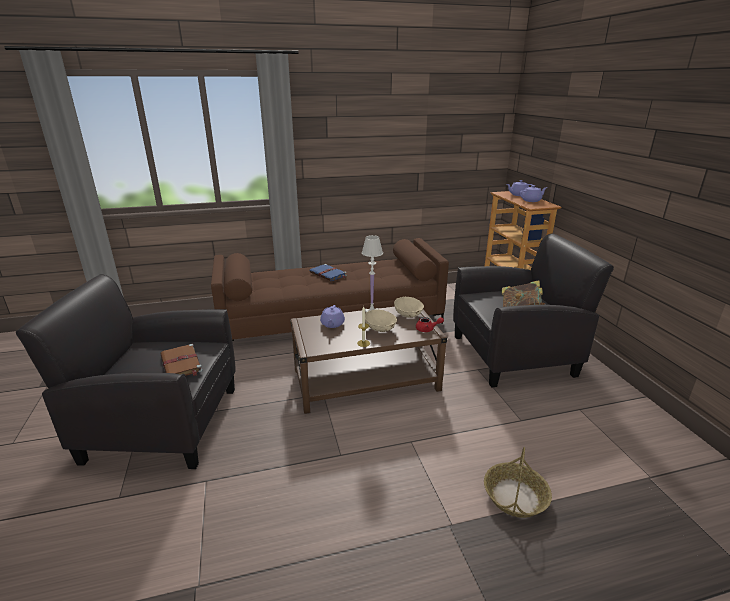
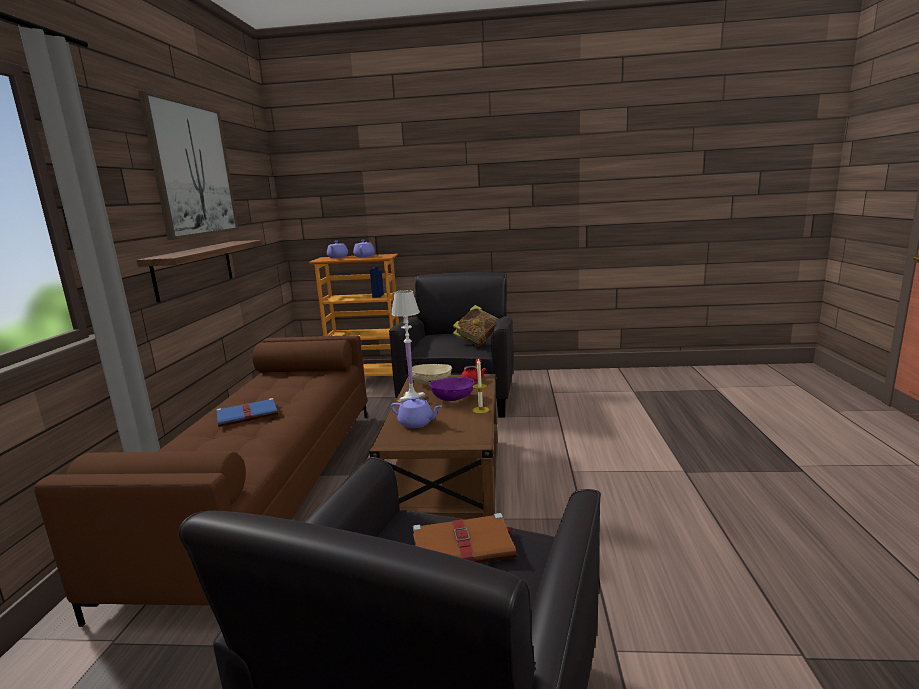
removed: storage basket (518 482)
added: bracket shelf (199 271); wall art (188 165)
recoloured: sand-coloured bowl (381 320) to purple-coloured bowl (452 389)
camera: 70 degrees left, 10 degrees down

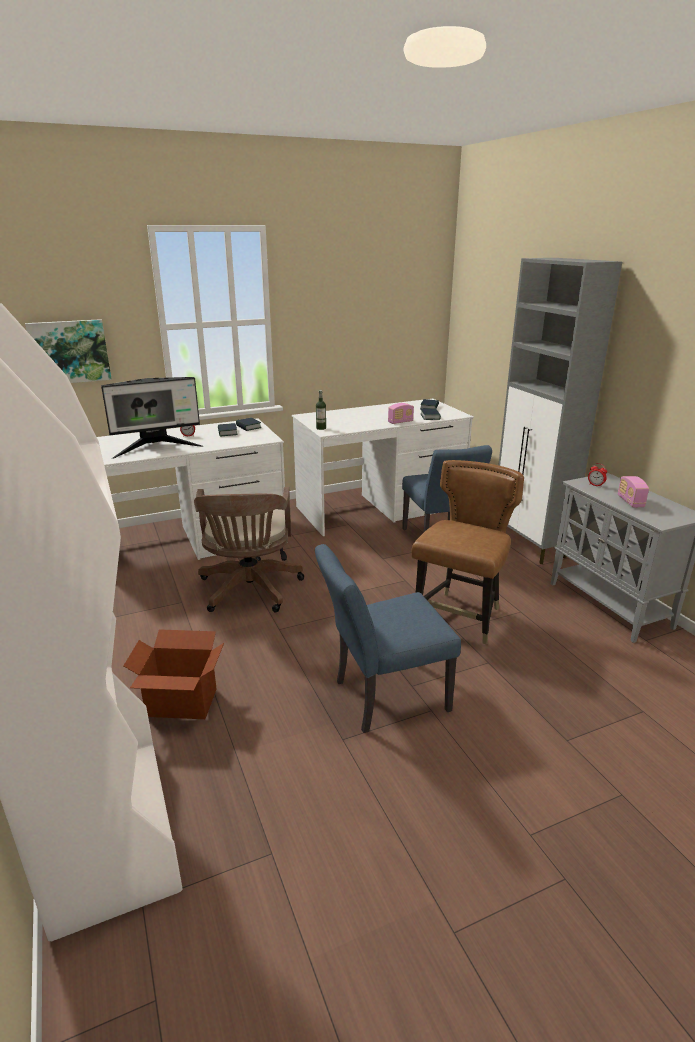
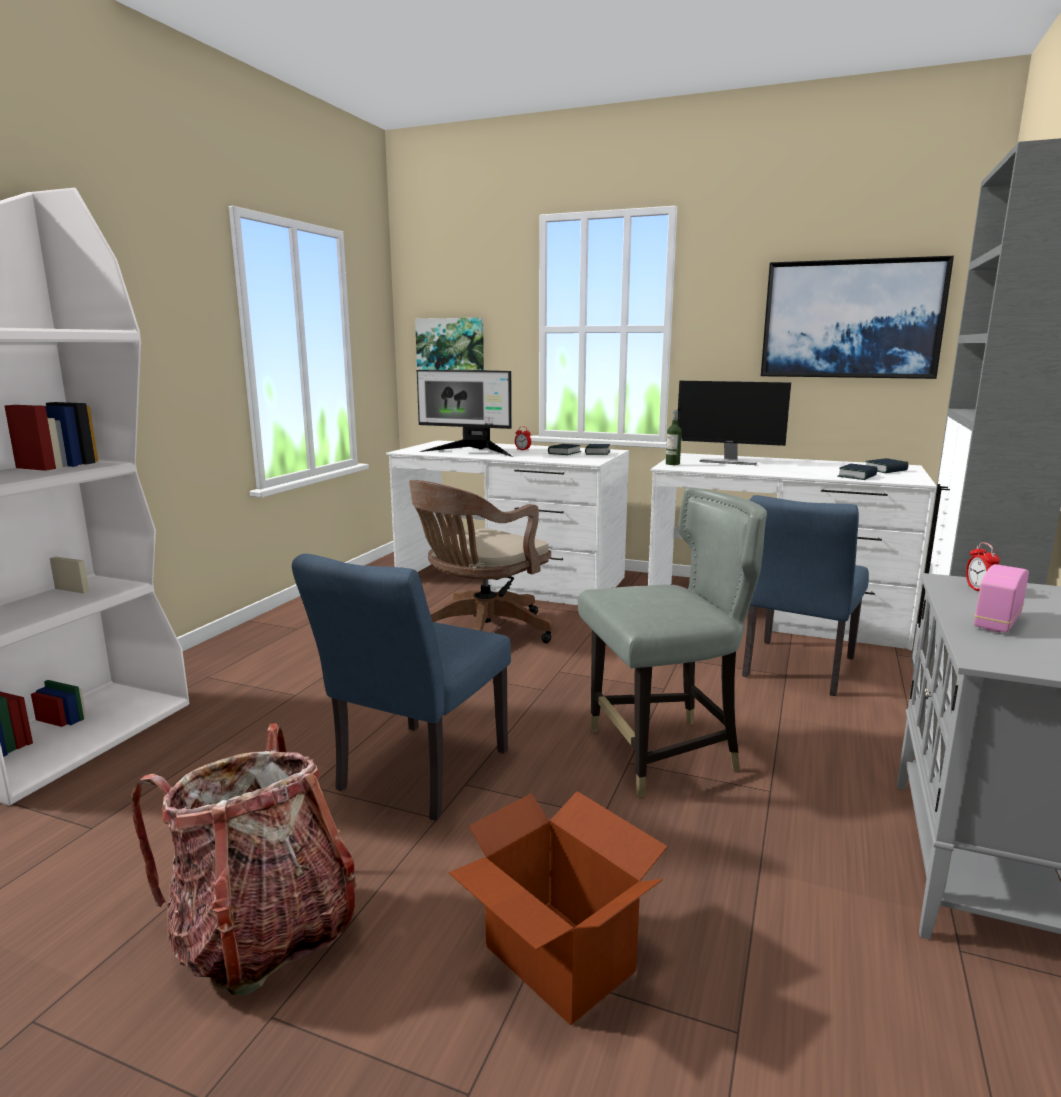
removed: radio receiver (401 413)
added: rucksack (244 859); computer display (734 423); wall art (857 317)
moved: cardboard box (174 674) to (558 908)
recoloured: brown-coloured upright chair (468 552) to grey upright chair (672 642)
turned: blue-coloured upright chair (388 638) = (401 687) 90 degrees counterclockwise
camera: 45 degrees right, 10 degrees down

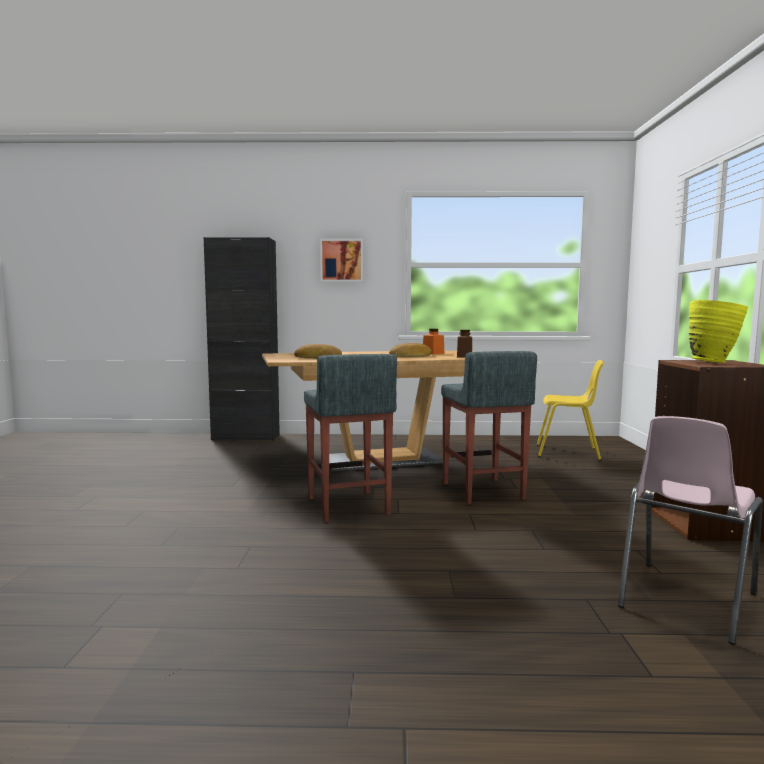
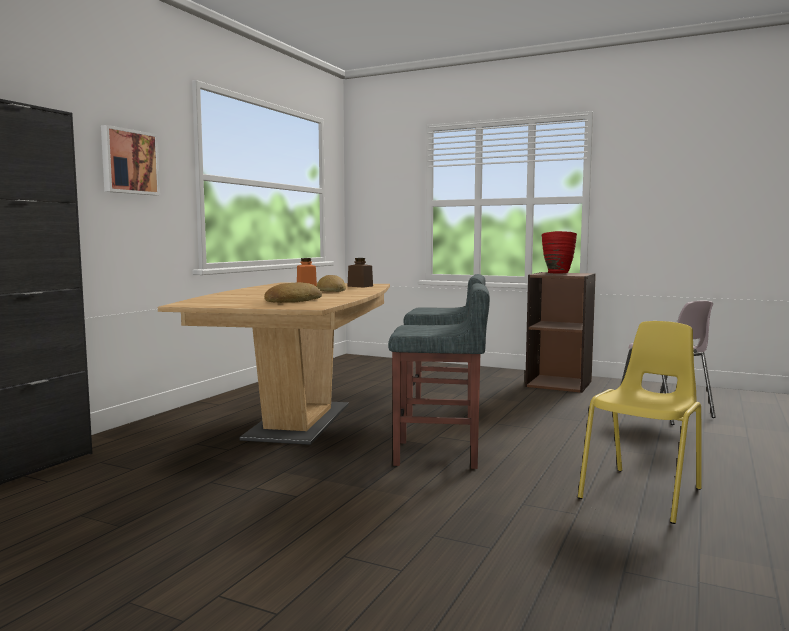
moved: yellow upright chair (570 410) to (640 422)
recoloured: yellow vase (718 331) to red-coloured vase (559 252)
camera: 65 degrees left, 0 degrees up

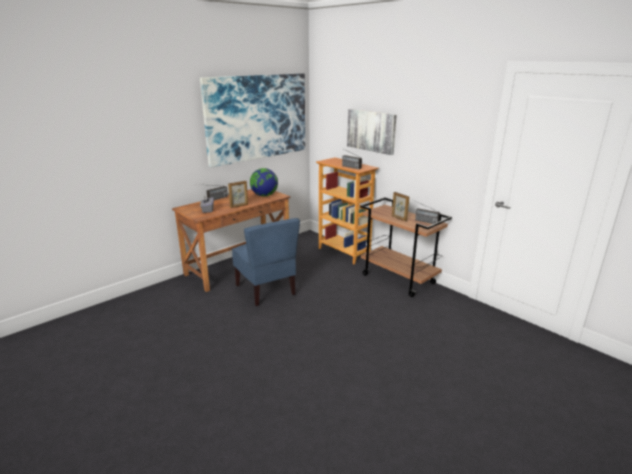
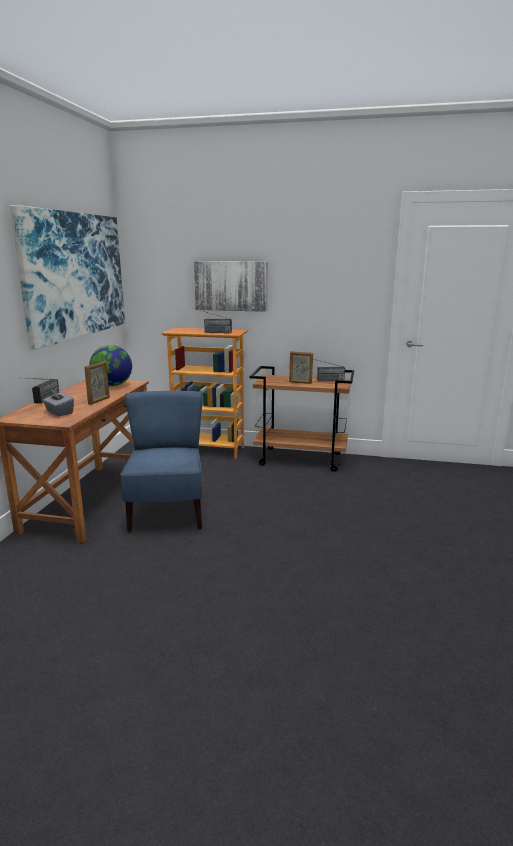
turned: blue-coloured upright chair (266 262) = (161 461) 120 degrees counterclockwise
camera: 35 degrees left, 5 degrees down

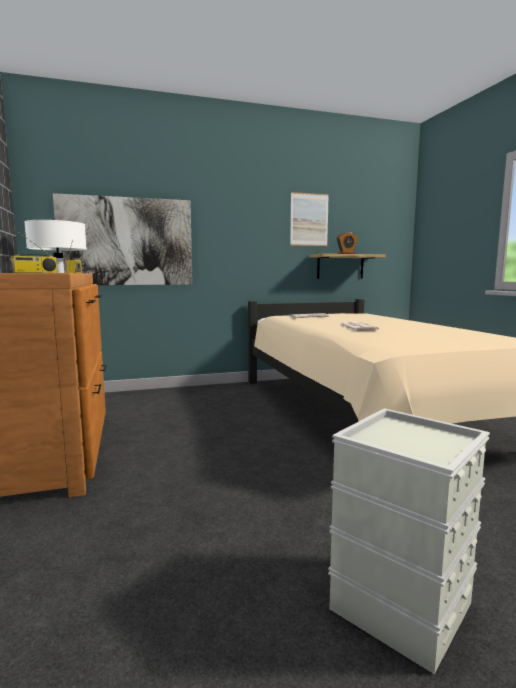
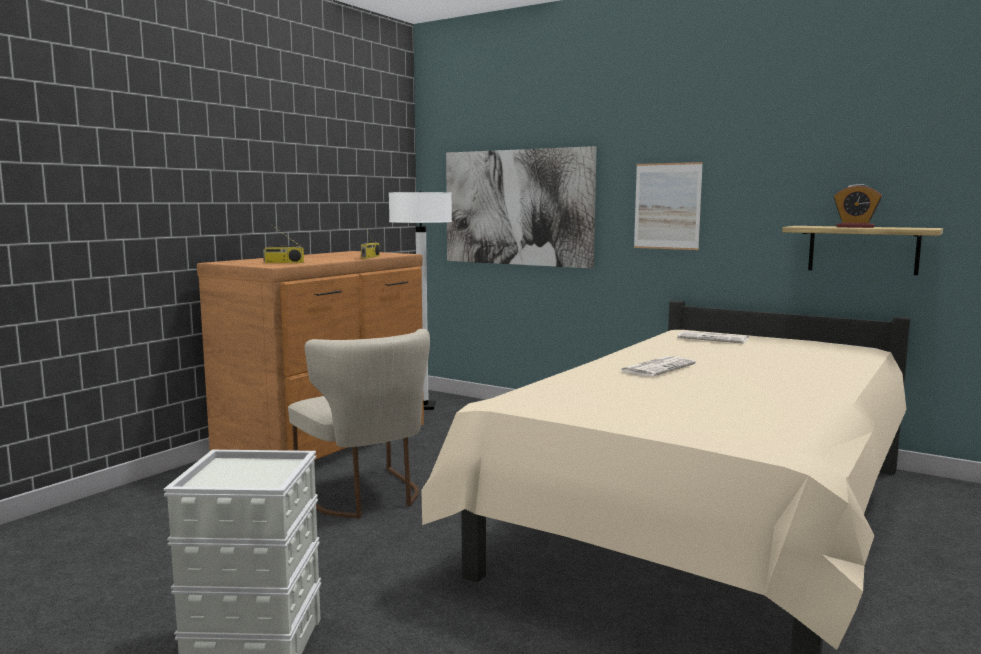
added: sand-coloured upright chair (359 423)
moved: wall art (309 219) to (668 206)
camera: 50 degrees right, 0 degrees up

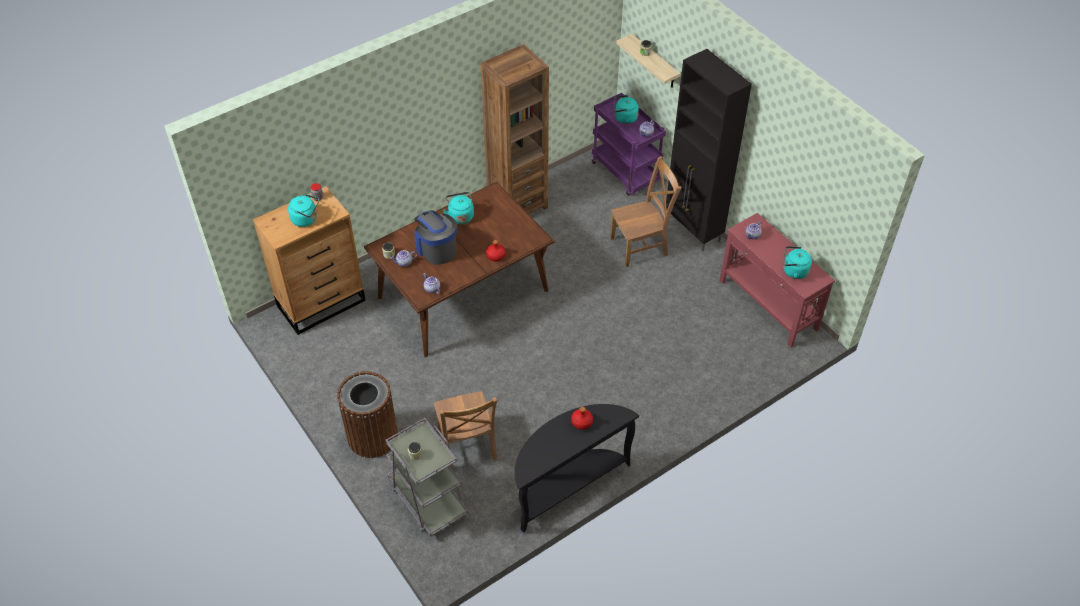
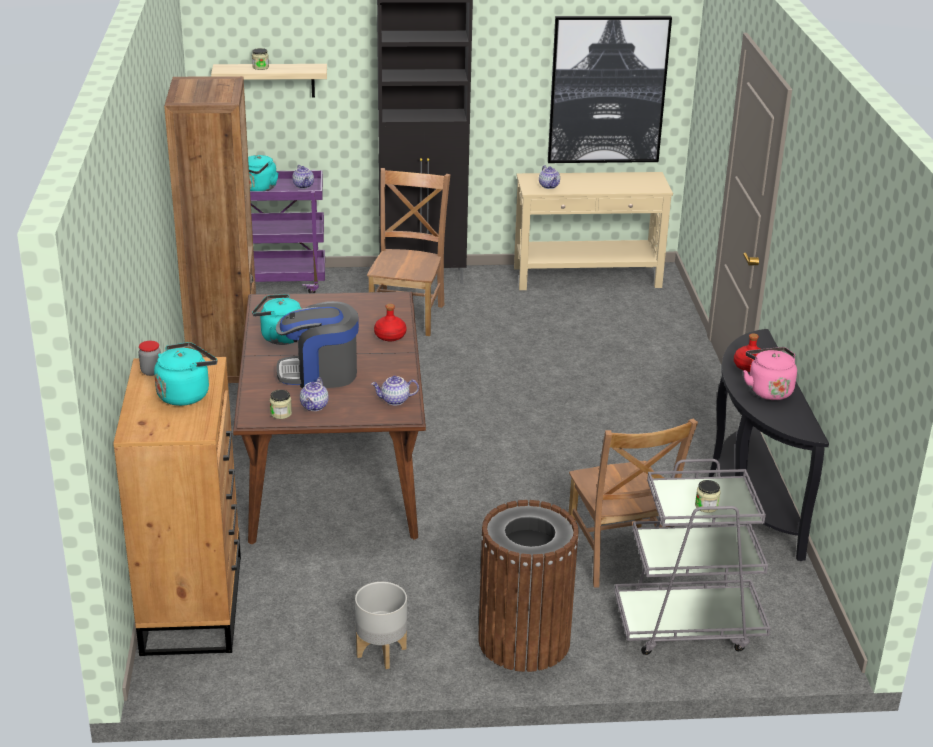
removed: turquoise-coloured water kettle (797 262)
added: grey plant pot (381 625); wall art (610 89); pink-coloured water kettle (770 373)
recoloured: red-coloured console table (777 280) to sand-coloured console table (593 231)
turned: brown-coloured upright chair (465 429) = (633 503) 60 degrees clockwise
camera: 60 degrees left, 20 degrees down

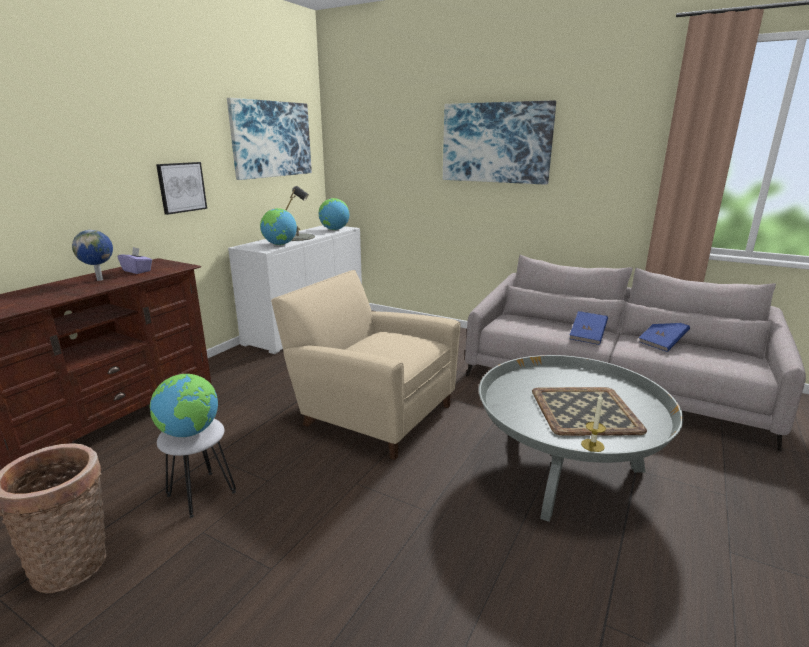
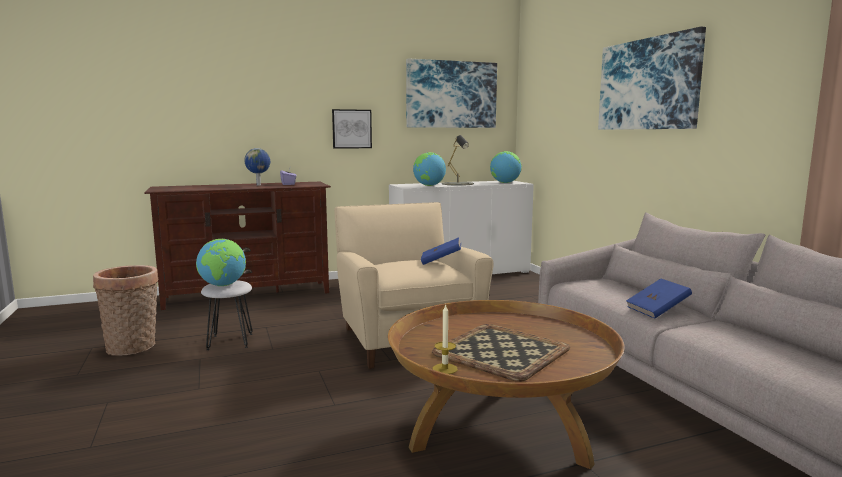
moved: blue-coloured bound book (664 337) to (441 251)
recoloured: grey coffee table (581 438) to brown-coloured coffee table (506 384)
camera: 40 degrees right, 10 degrees down

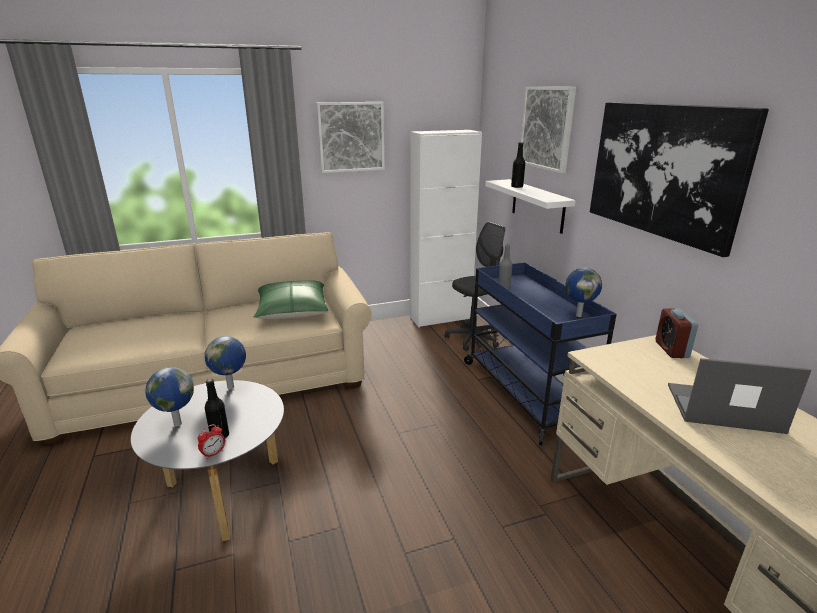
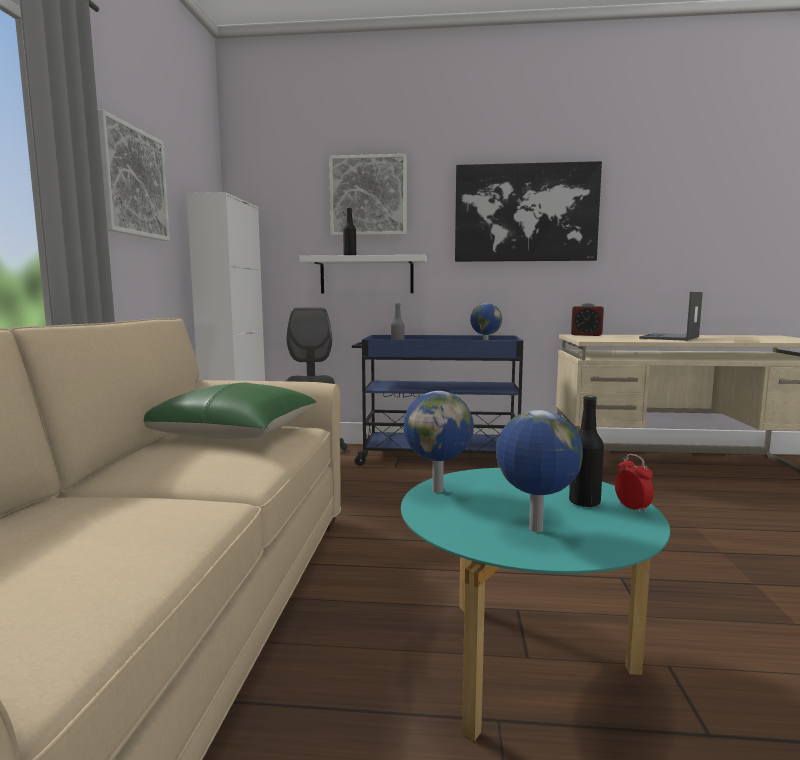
recoloured: grey coffee table (207 461) to turquoise-coloured coffee table (535 604)
camera: 65 degrees left, 15 degrees down

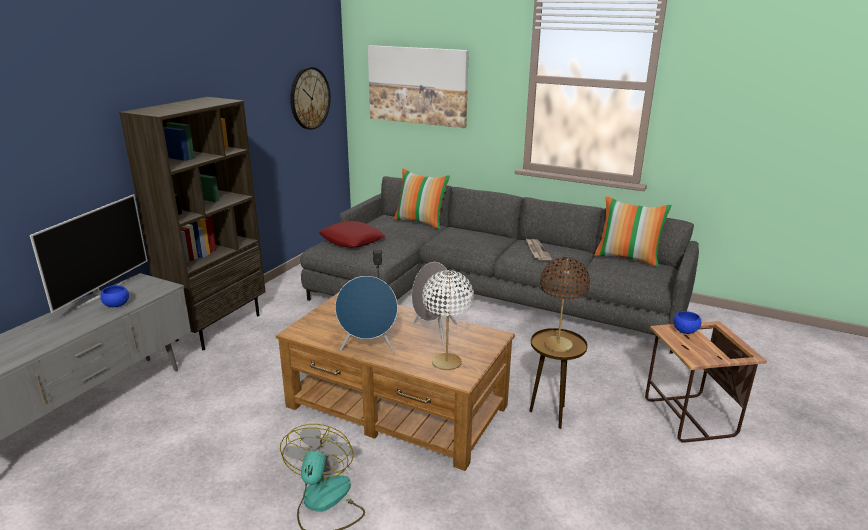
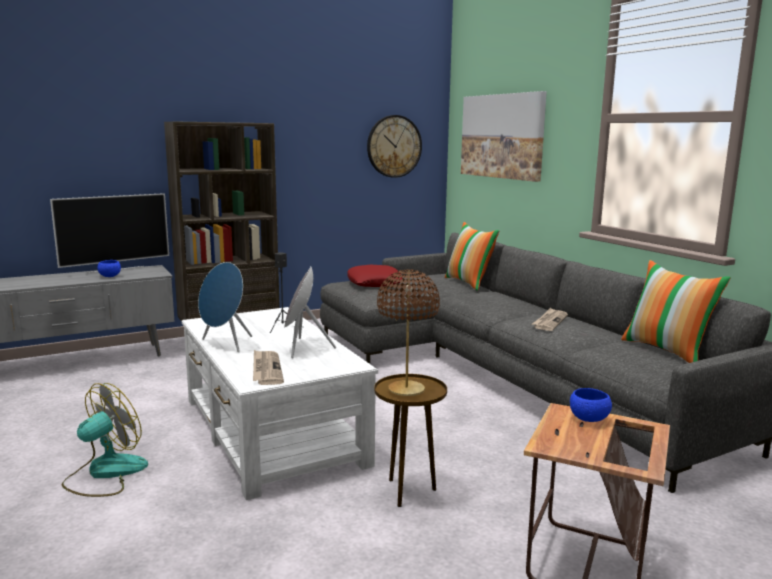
replaced: whitish tabletop lamp (448 320) to printed paper (268 367)
recoloured: brown-coloured coffee table (395 382) to whitish coffee table (280 403)
camera: 35 degrees right, 10 degrees down

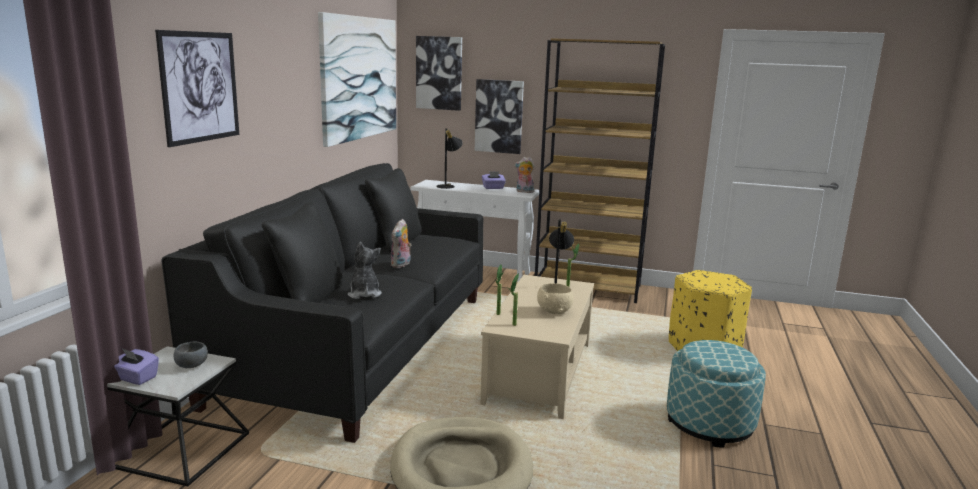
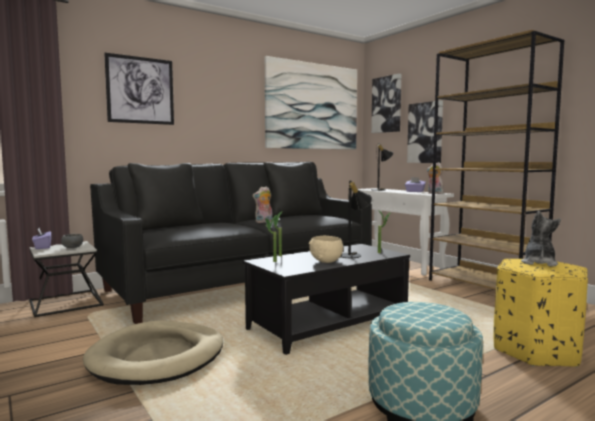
moved: cuddly toy (365 270) to (541 239)
recoloured: sand-coloured coffee table (537 347) to blackish coffee table (326 299)
camera: 40 degrees right, 10 degrees down

